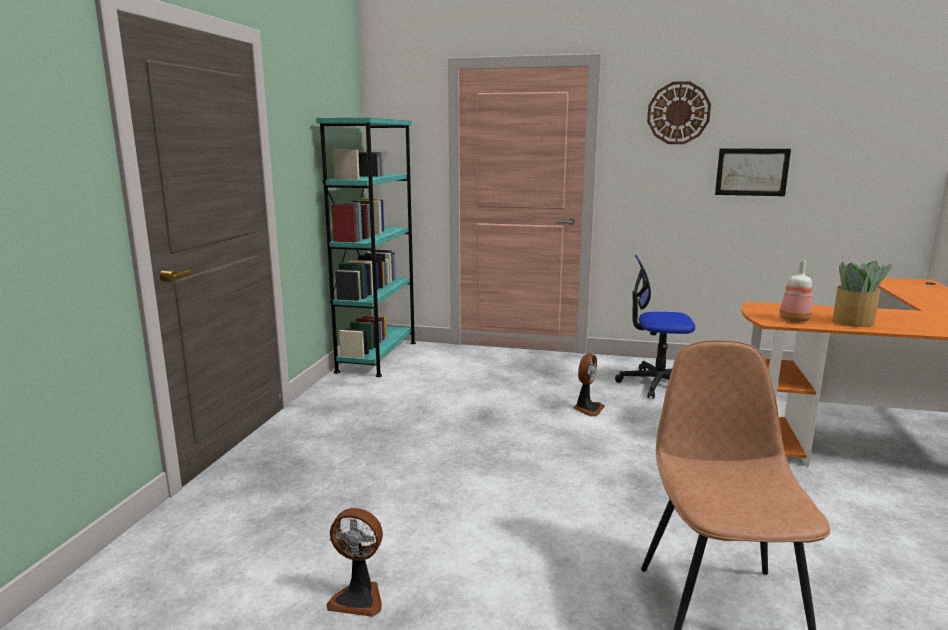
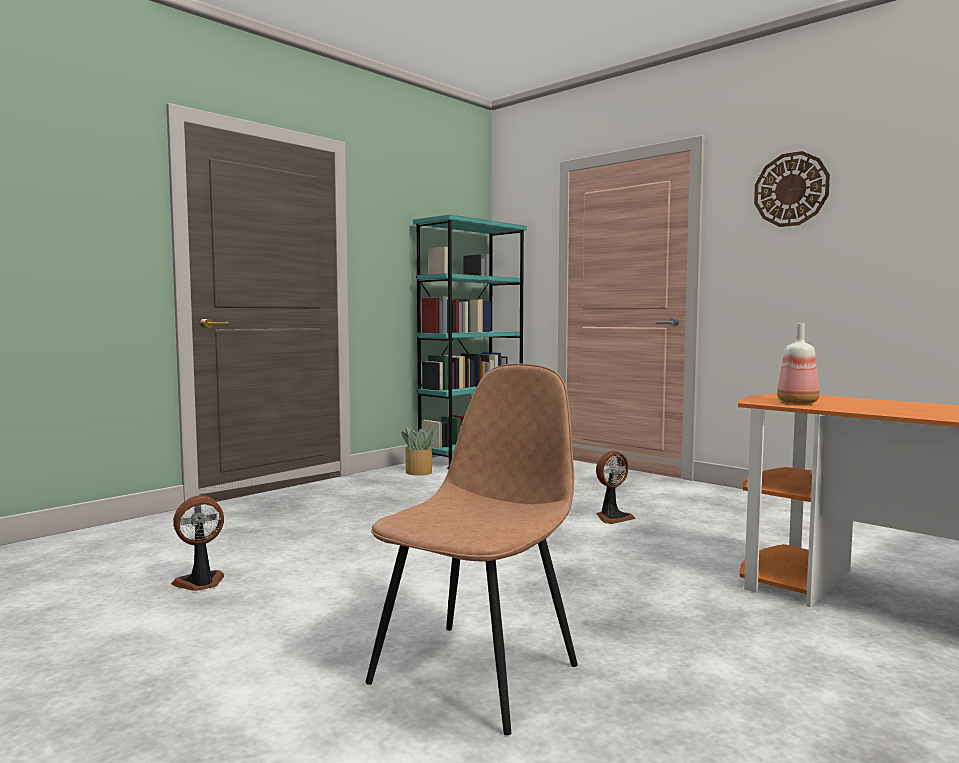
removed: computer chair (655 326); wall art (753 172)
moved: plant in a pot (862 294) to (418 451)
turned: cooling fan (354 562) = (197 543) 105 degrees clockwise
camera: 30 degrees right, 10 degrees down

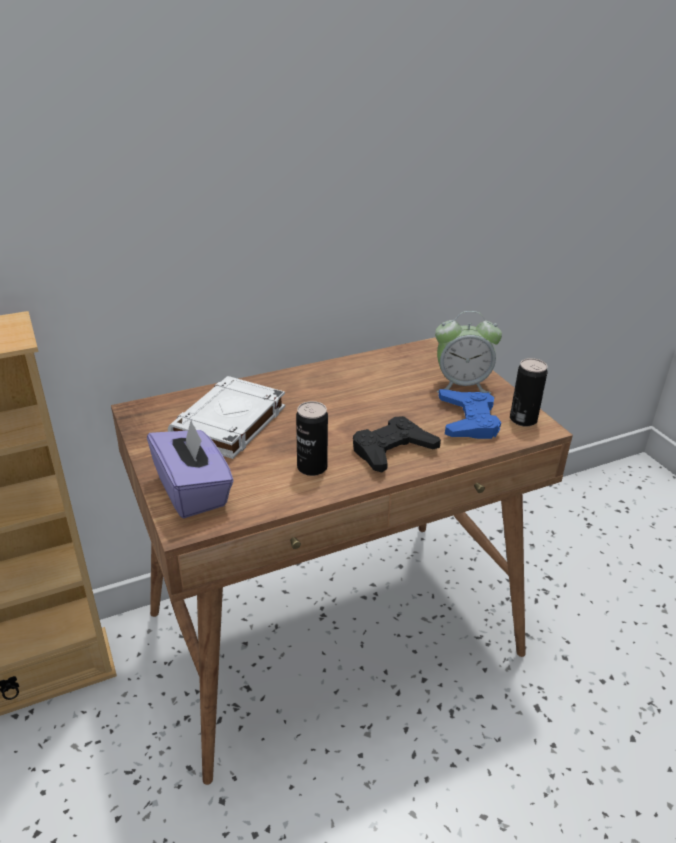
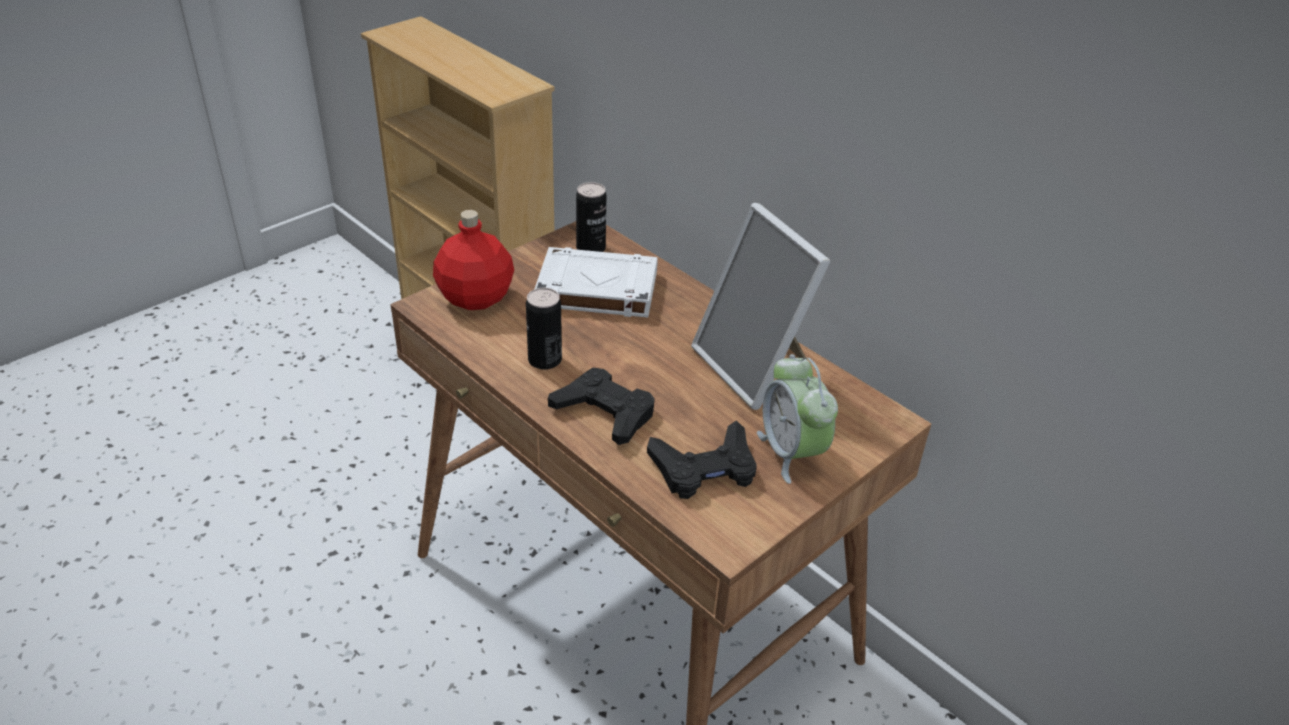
added: picture frame (760 306)
moved: can (529 392) to (591 217)
replaced: purple-coloured box of tissues (190 468) to red-coloured bottle (473 260)
recoloured: blue-coloured game controller (469 414) to blackish game controller (702 459)
camera: 70 degrees right, 5 degrees up

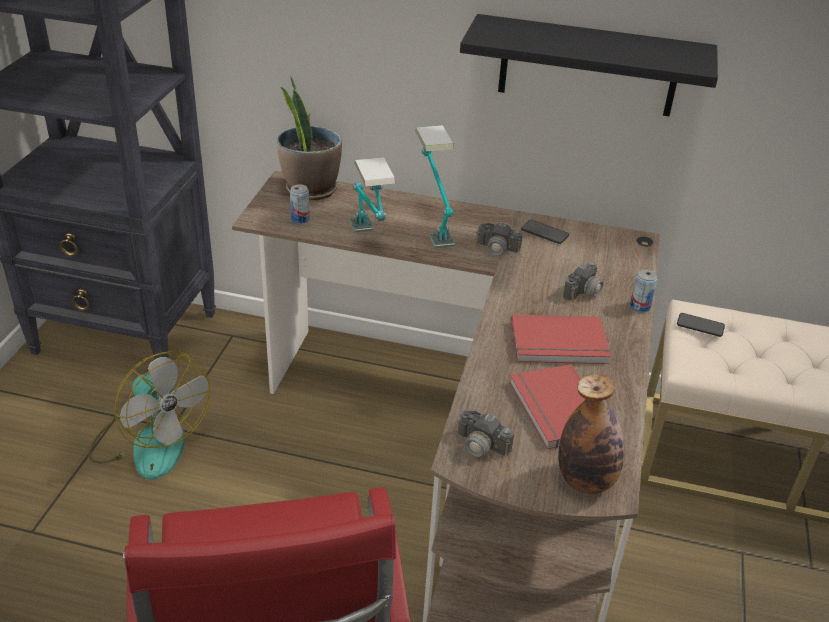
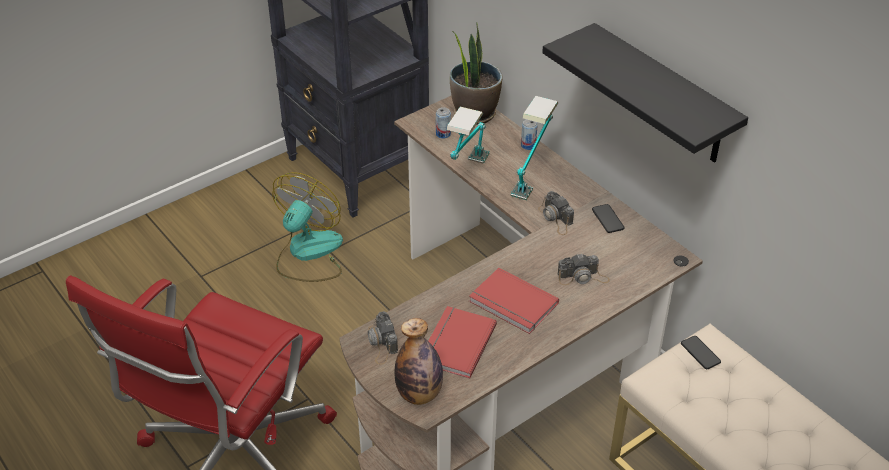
moved: can (644 291) to (529 134)
turned: cooling fan (149 415) = (307 227) 150 degrees counterclockwise
camera: 40 degrees right, 5 degrees up

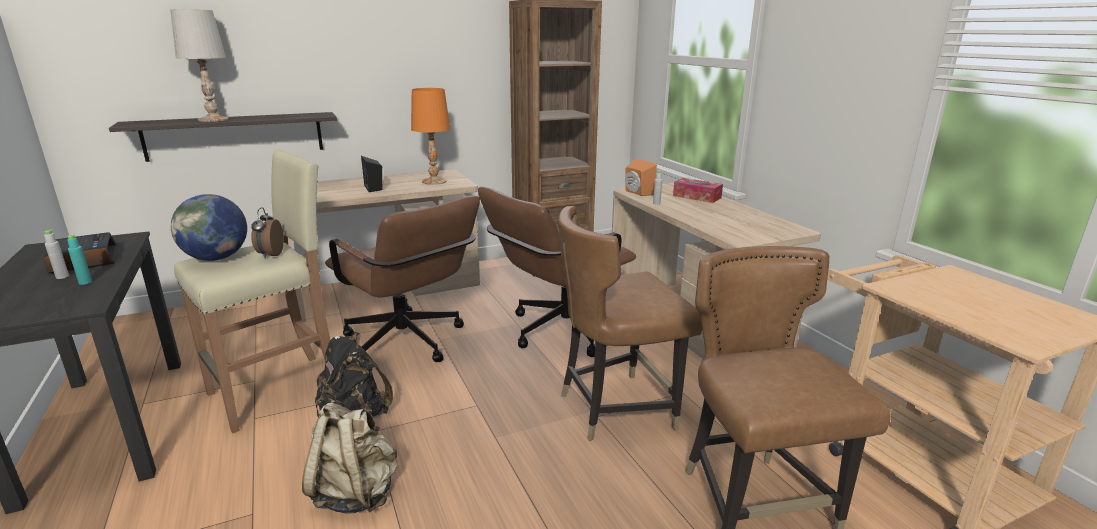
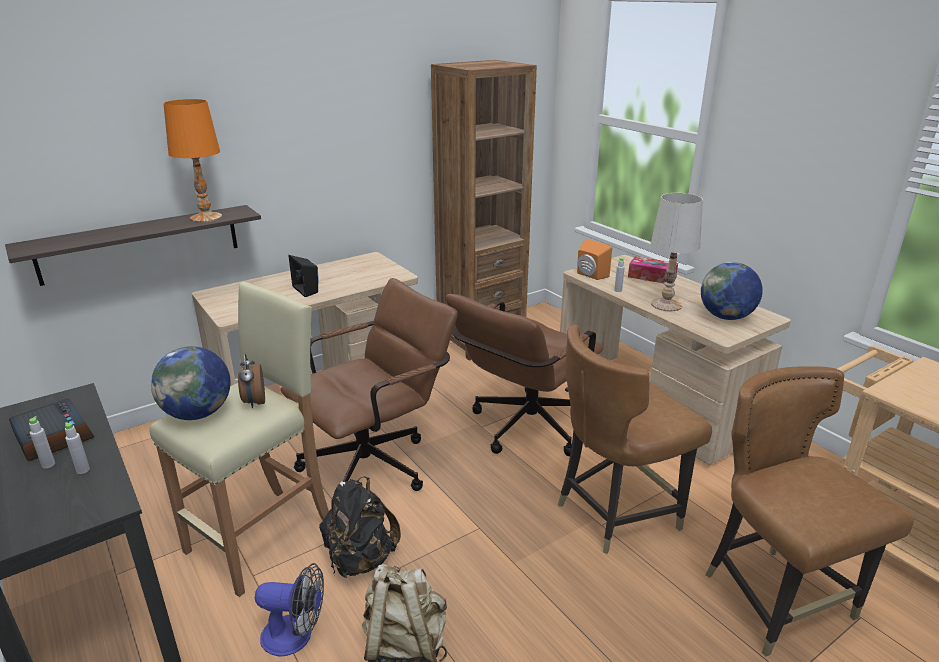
added: cooling fan (289 610); globe (732 291)
moved: whitish tabletop lamp (199 65) to (677 252); orange tabletop lamp (430 136) to (192 161)
recoloured: turquoise-coloured bottle (79 259) to grey bottle (77 448)
turned: brown-coloured computer chair (402 279) = (369 384) 75 degrees counterclockwise
camera: 10 degrees left, 5 degrees up

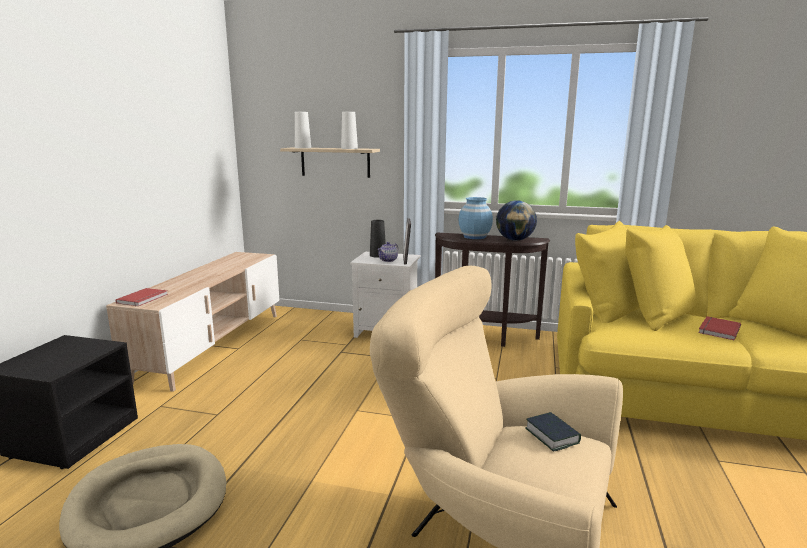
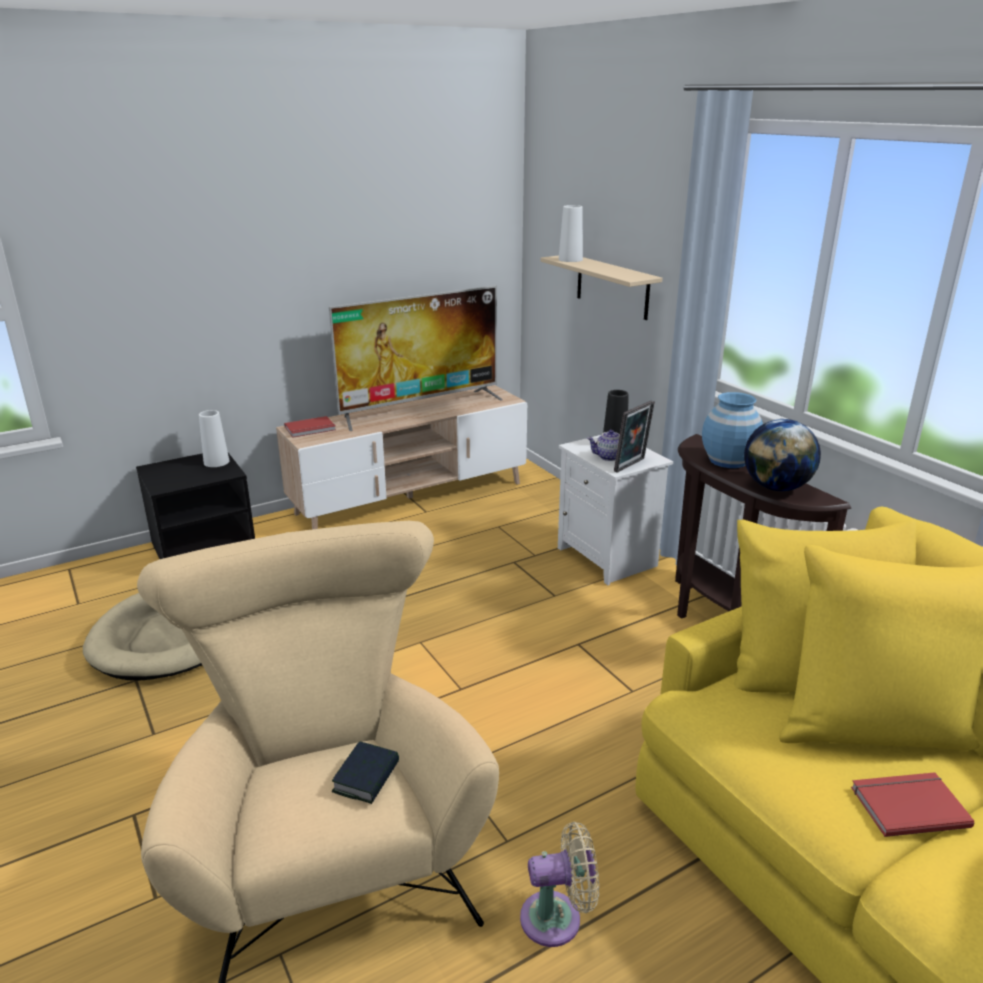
added: TV (416 358); sand-coloured cooling fan (559 884)
moved: whitish vase (349 130) to (214 438)
camera: 45 degrees right, 10 degrees up

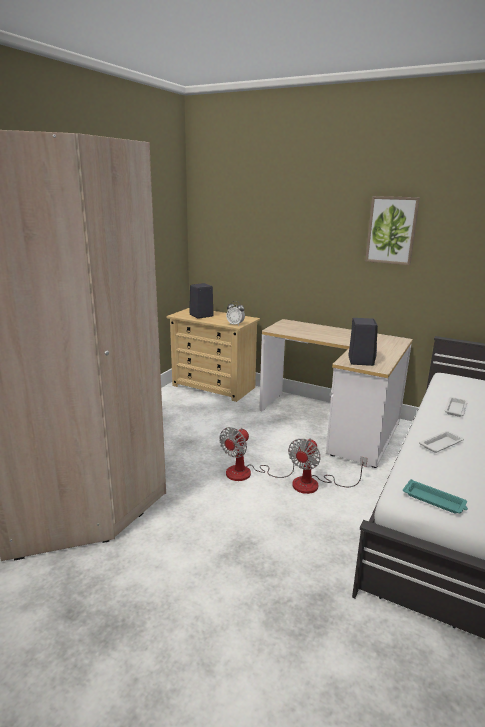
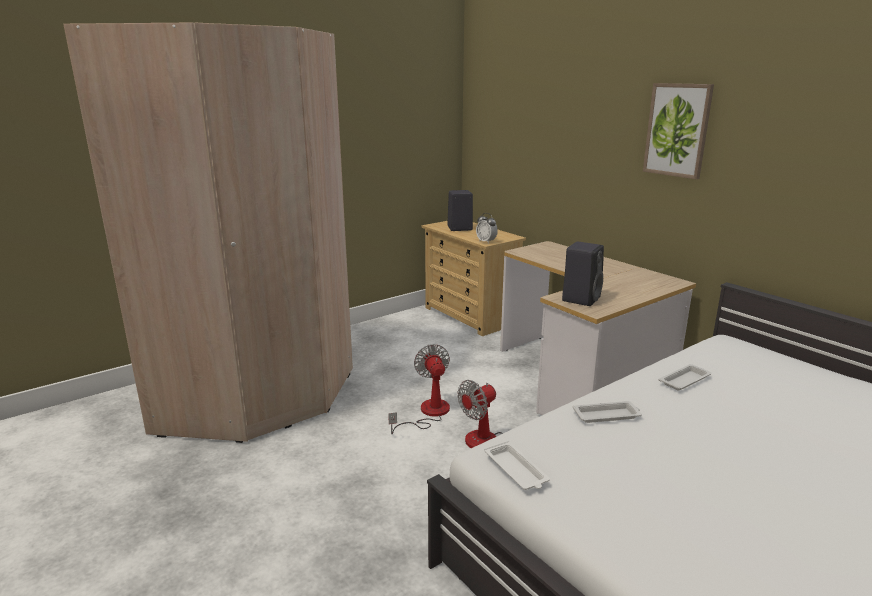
recoloured: turquoise-coloured carrying tray (435 496) to whitish carrying tray (517 465)
turned: cooling fan (257 454) = (419 389) 105 degrees clockwise
camera: 25 degrees right, 0 degrees up

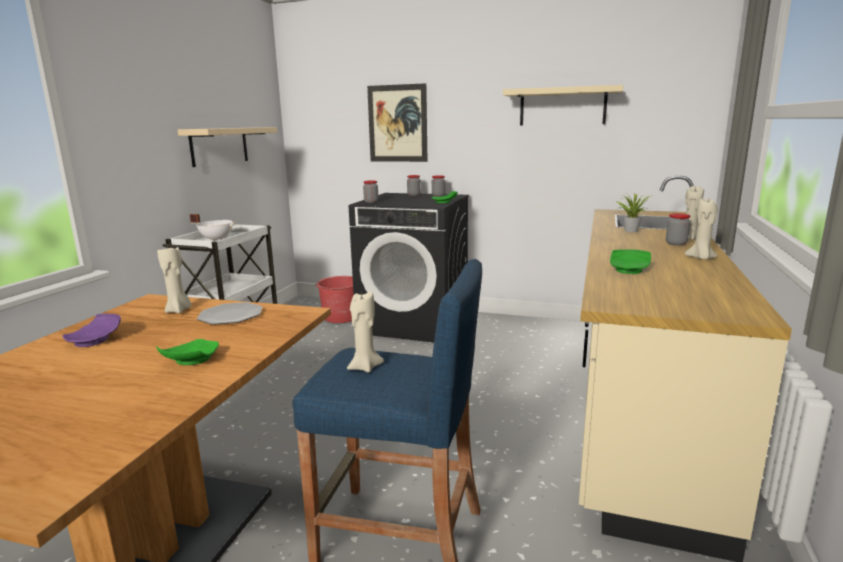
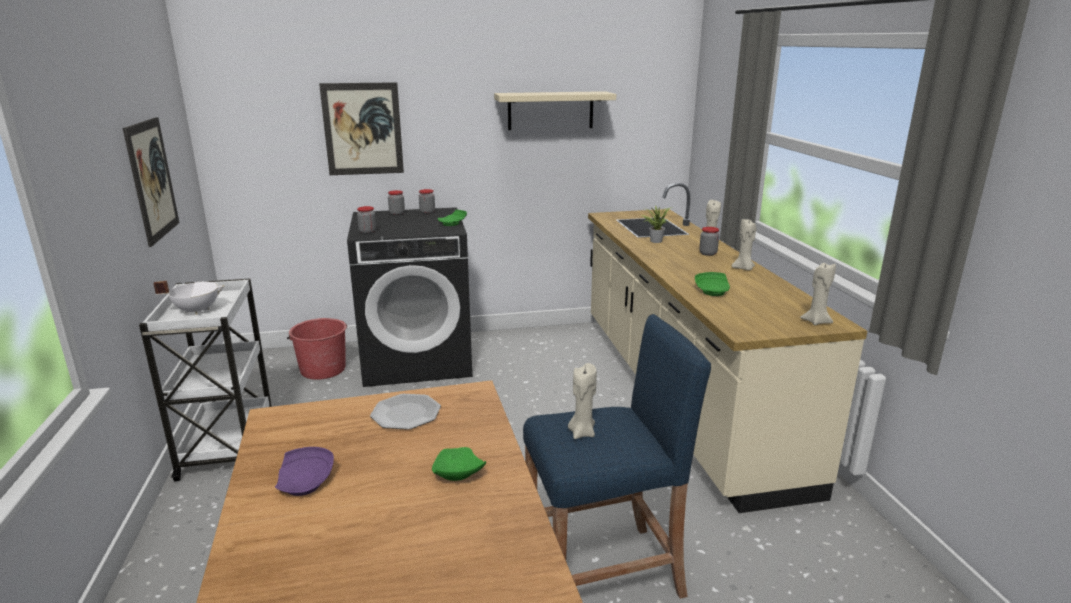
moved: sand-coloured candle (174 280) to (818 294)
replaced: sand-coloured bracket shelf (227 147) to wall art (151 182)
camera: 30 degrees left, 5 degrees up

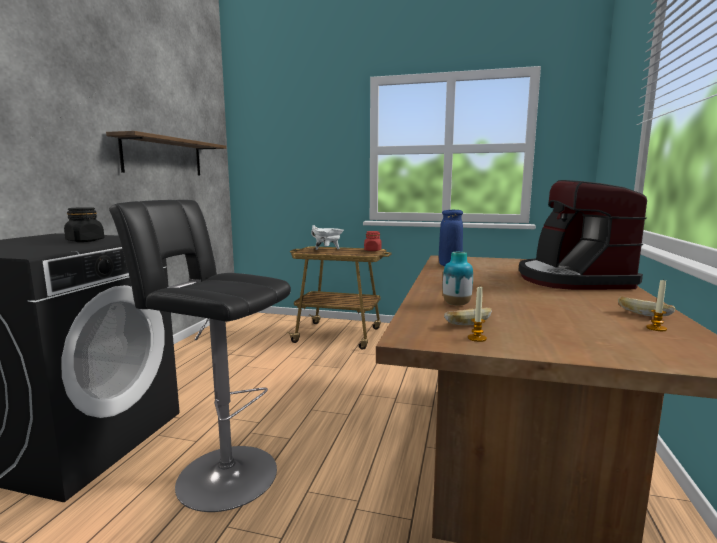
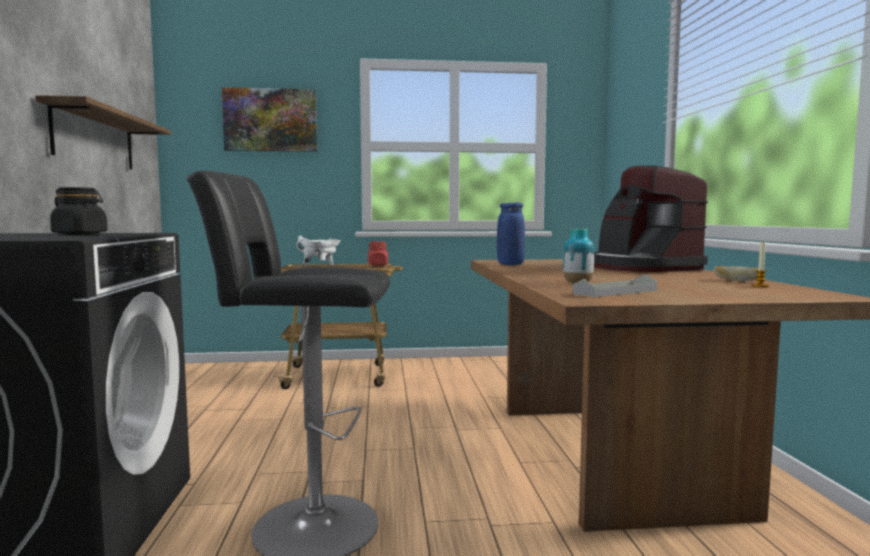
removed: candle (477 314)
added: wall art (270 119)
replaced: bread (468 316) to grey carrying tray (615 285)
camera: 20 degrees left, 5 degrees down

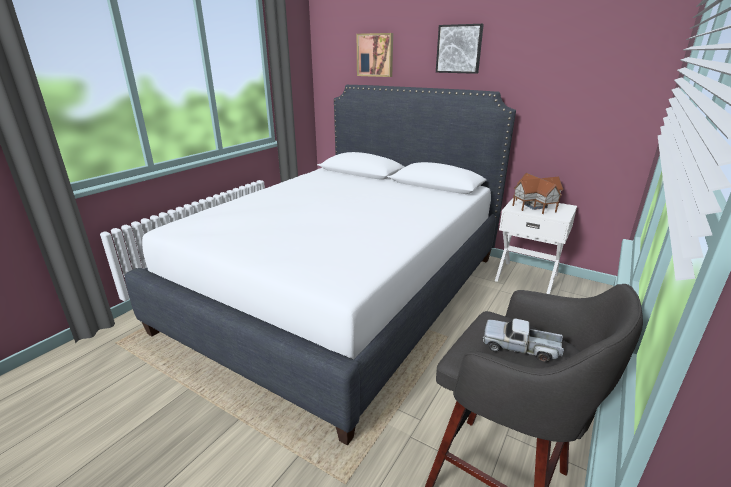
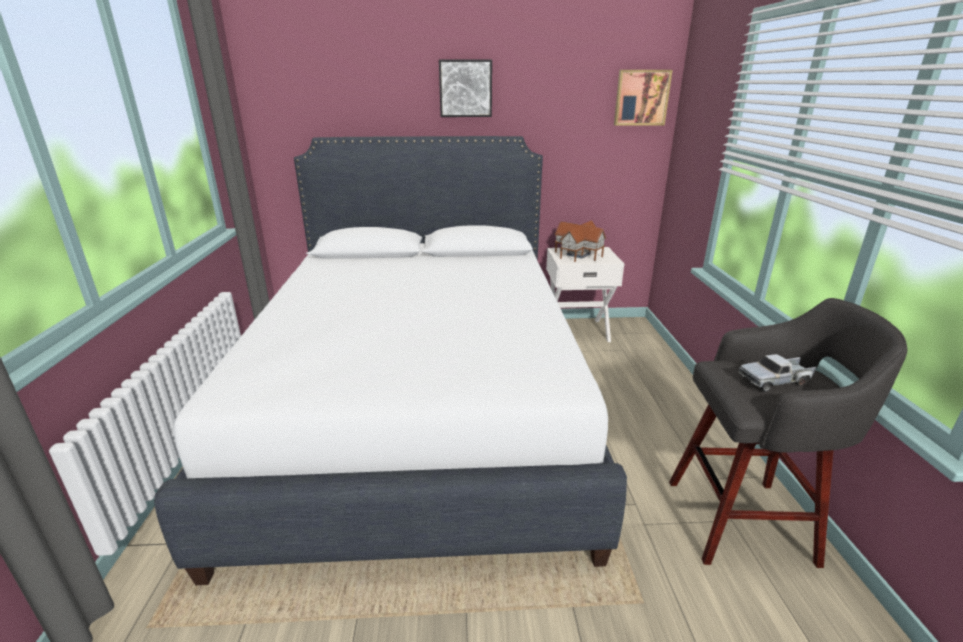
moved: wall art (375 55) to (643 98)
camera: 35 degrees left, 0 degrees up

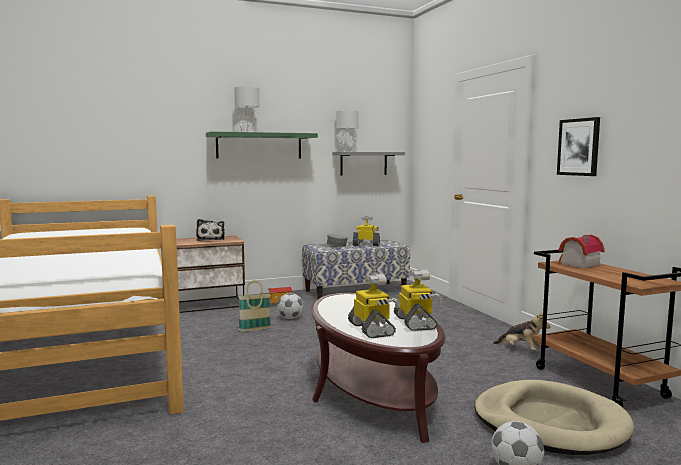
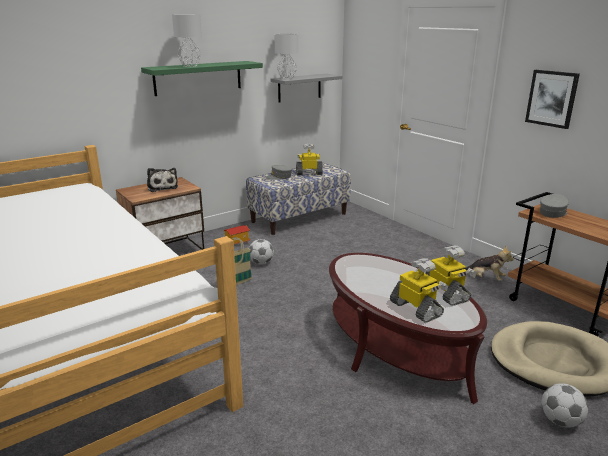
replaced: model house (581 252) to grey peaked cap (554 206)
camera: 15 degrees left, 15 degrees up

